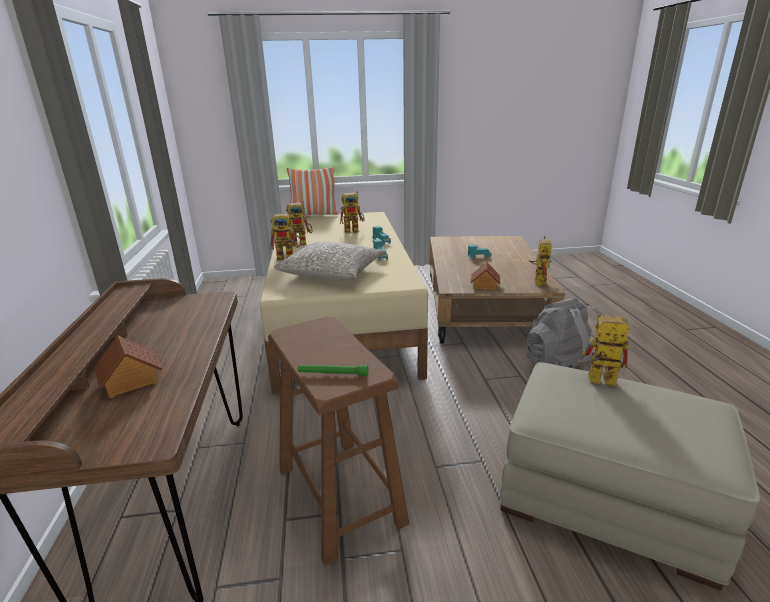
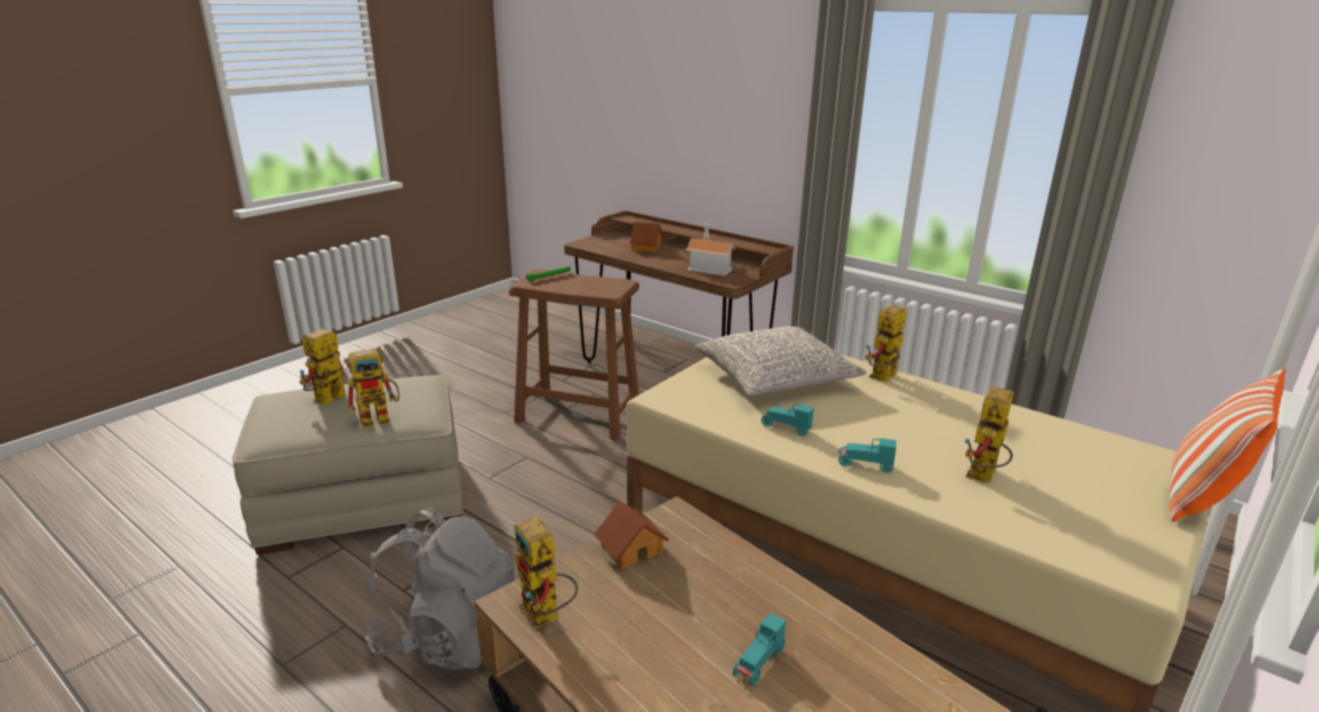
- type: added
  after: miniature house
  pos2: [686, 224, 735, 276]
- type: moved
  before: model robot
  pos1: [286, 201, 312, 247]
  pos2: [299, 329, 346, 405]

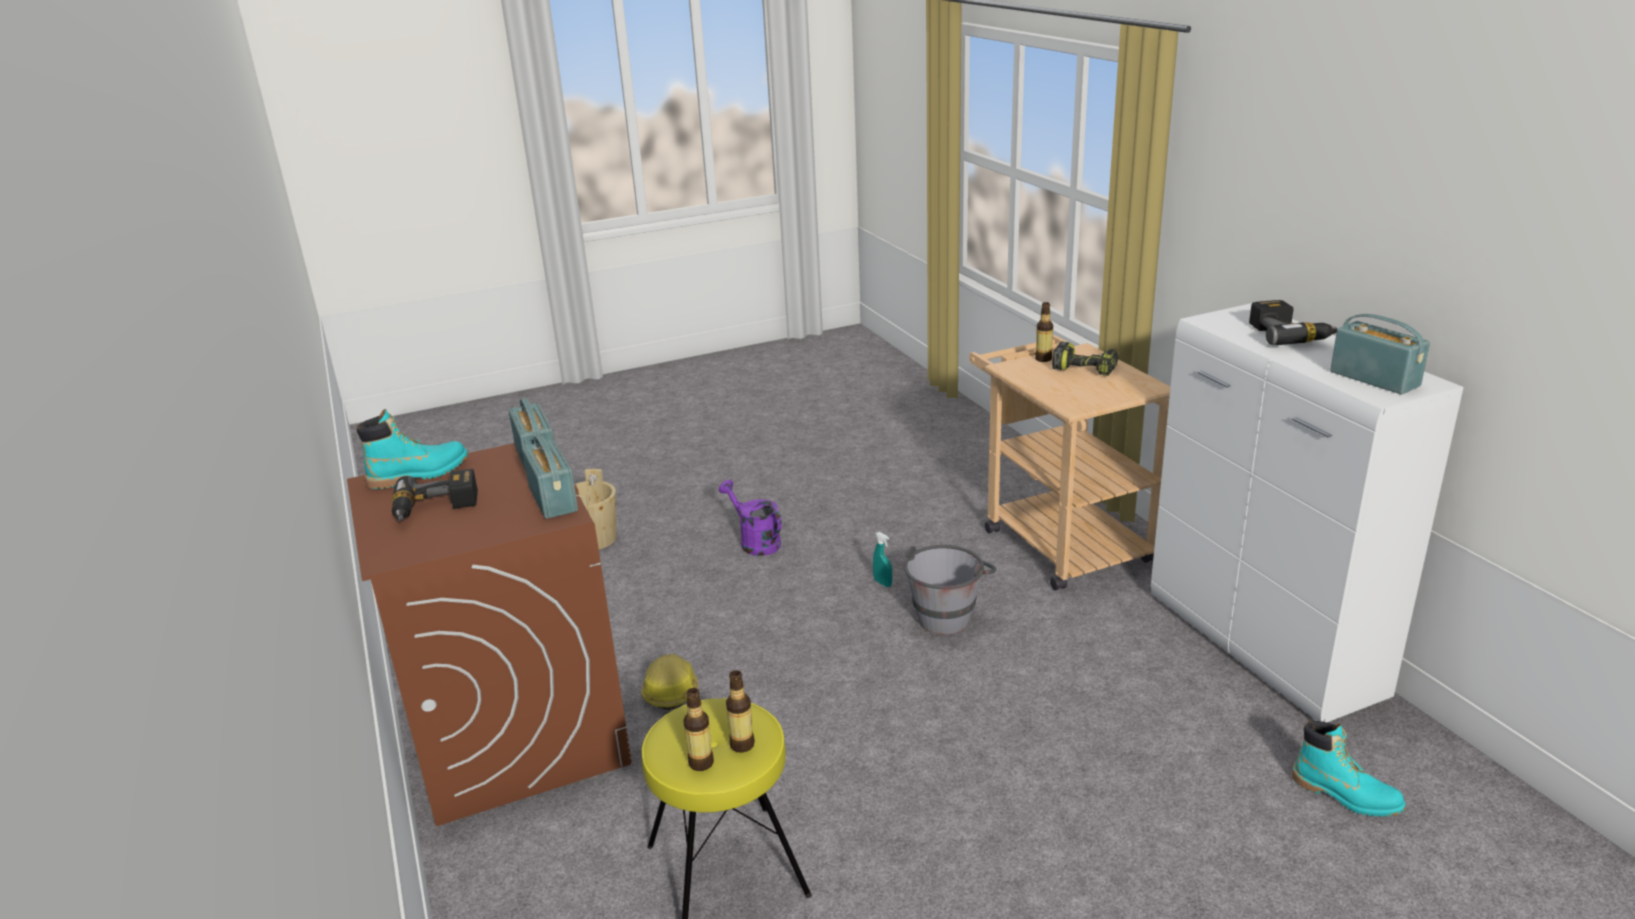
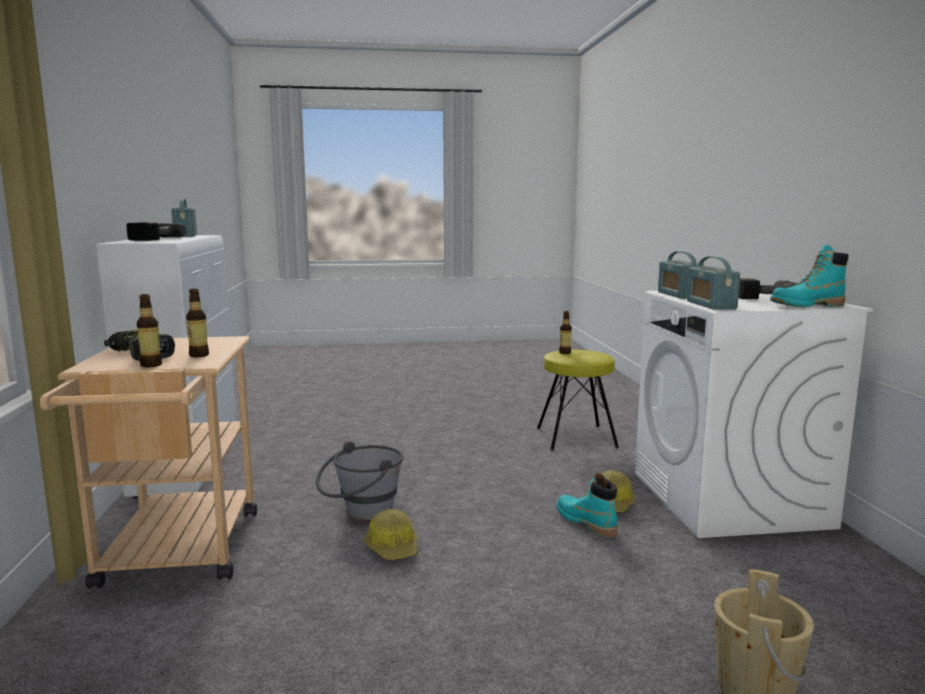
- type: removed
  before: watering pot in purple
  pos1: [719, 480, 782, 556]
- type: moved
  before: bottle
  pos1: [683, 688, 714, 771]
  pos2: [186, 289, 209, 357]
- type: moved
  before: boot in turquoise-coloured
  pos1: [1292, 721, 1405, 817]
  pos2: [556, 473, 618, 537]
- type: replaced
  before: hand sprayer in turquoise-coloured
  after: work helmet
  pos1: [873, 532, 892, 587]
  pos2: [364, 509, 418, 560]
- type: recoloured
  before: laundry machine in brown-coloured
  after: laundry machine in whitish
  pos1: [347, 443, 632, 826]
  pos2: [635, 291, 873, 538]

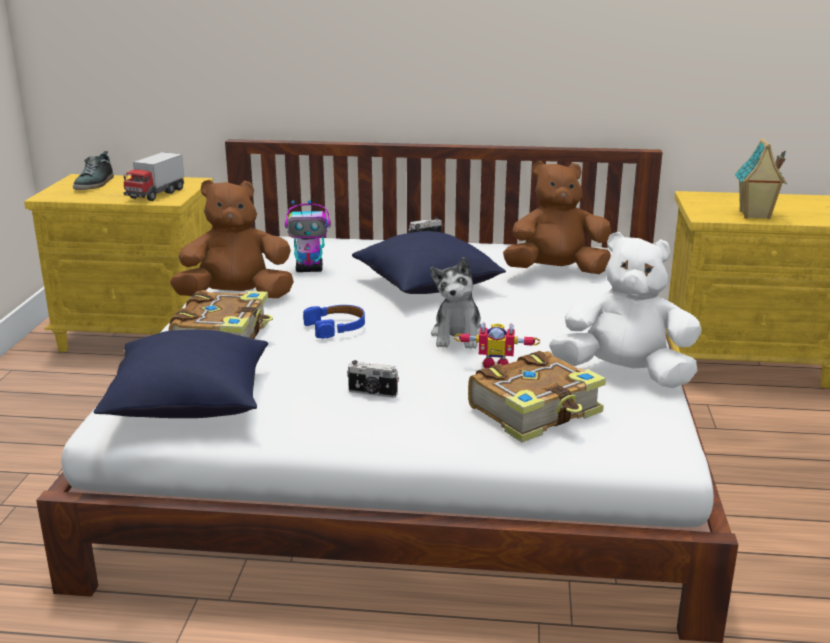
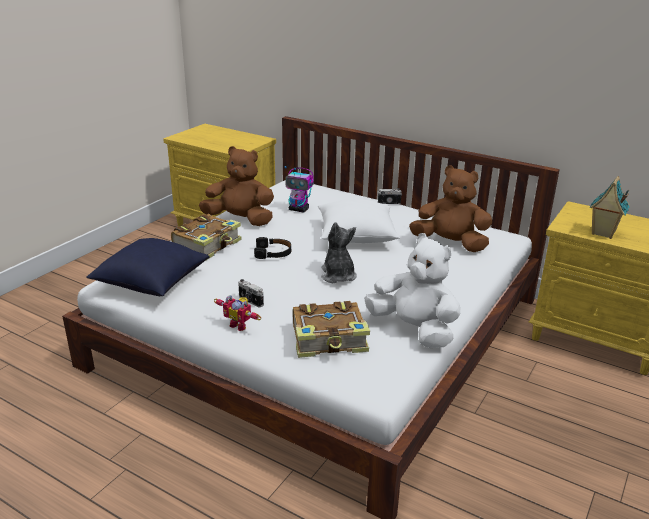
- type: removed
  before: low shoe
  pos1: [73, 151, 114, 190]
- type: removed
  before: toy lorry
  pos1: [124, 152, 184, 201]
- type: moved
  before: model robot
  pos1: [454, 322, 540, 368]
  pos2: [214, 295, 261, 331]
- type: recoloured
  before: headphones in bluish
  after: headphones in blackish
  pos1: [303, 305, 365, 339]
  pos2: [254, 237, 291, 259]
- type: recoloured
  before: pillow in bluish
  after: pillow in whitish
  pos1: [352, 231, 506, 294]
  pos2: [318, 199, 400, 243]
- type: turned
  before: soft toy
  pos1: [430, 257, 481, 349]
  pos2: [321, 222, 357, 283]
  turn: 135

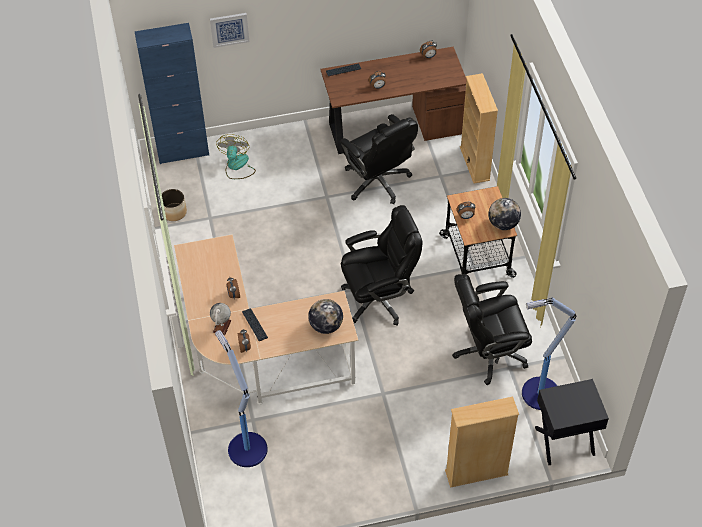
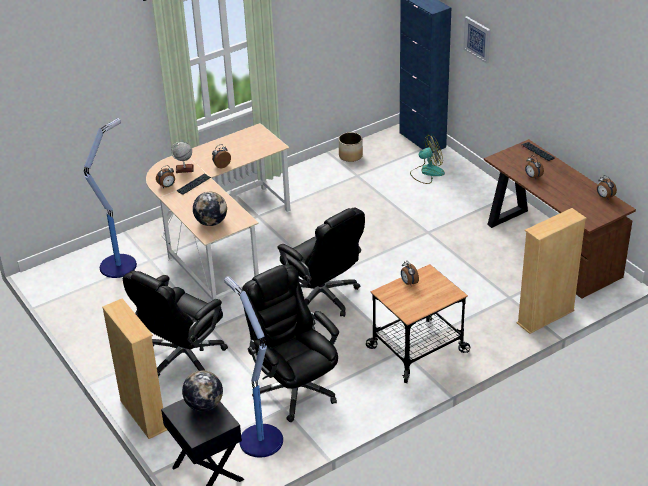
- type: moved
  before: computer chair in blackish
  pos1: [340, 114, 418, 204]
  pos2: [123, 270, 228, 377]
- type: moved
  before: desk globe
  pos1: [488, 198, 521, 230]
  pos2: [182, 370, 223, 411]

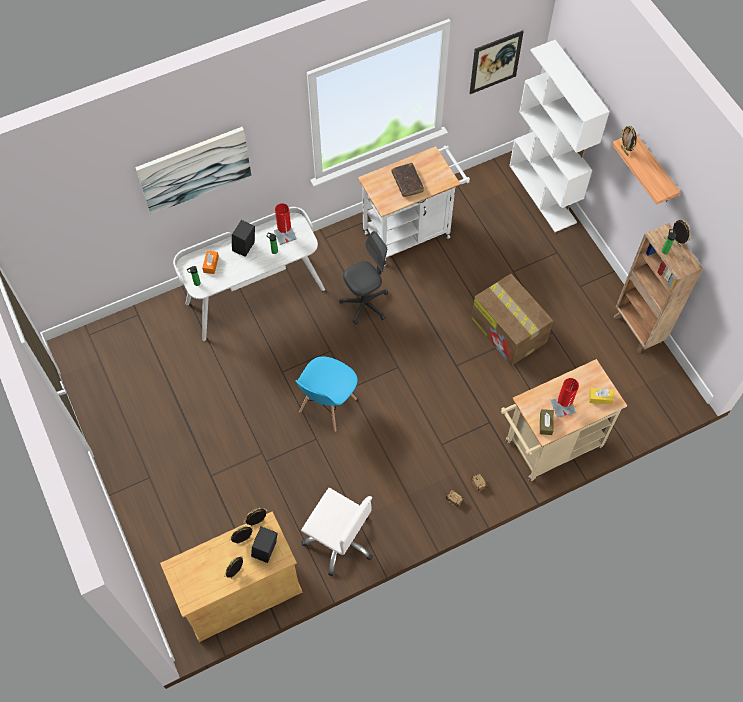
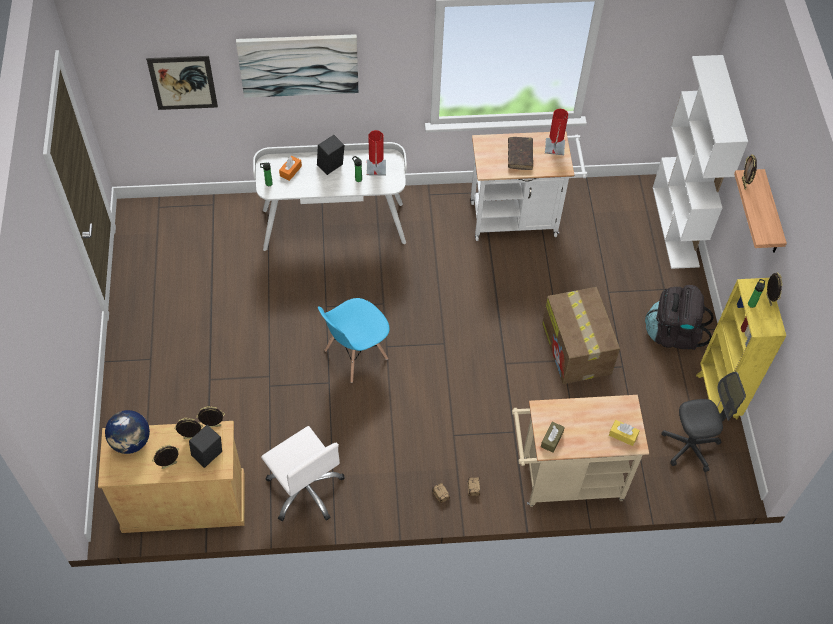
- type: added
  after: desk globe
  pos2: [105, 410, 150, 454]
- type: added
  after: rucksack in blackish
  pos2: [645, 285, 713, 350]
- type: moved
  before: computer chair in grey
  pos1: [339, 231, 388, 325]
  pos2: [661, 372, 746, 472]
- type: moved
  before: wall picture
  pos1: [469, 30, 524, 94]
  pos2: [146, 56, 218, 110]
- type: moved
  before: tabletop lamp in red
  pos1: [550, 378, 579, 418]
  pos2: [545, 109, 568, 155]
- type: recoloured
  before: bookshelf in brown-coloured
  after: bookshelf in yellow
  pos1: [614, 223, 703, 353]
  pos2: [696, 278, 786, 419]

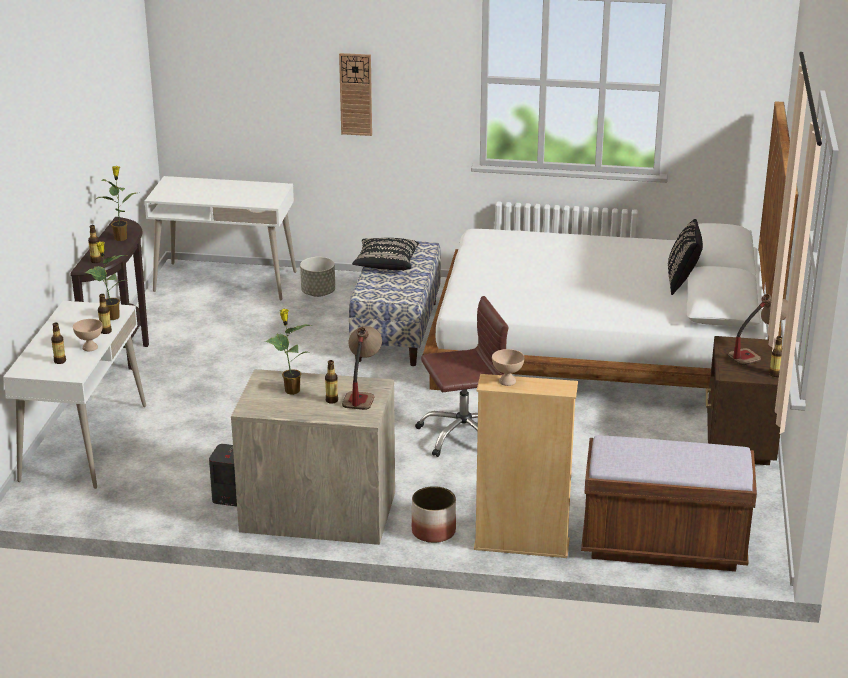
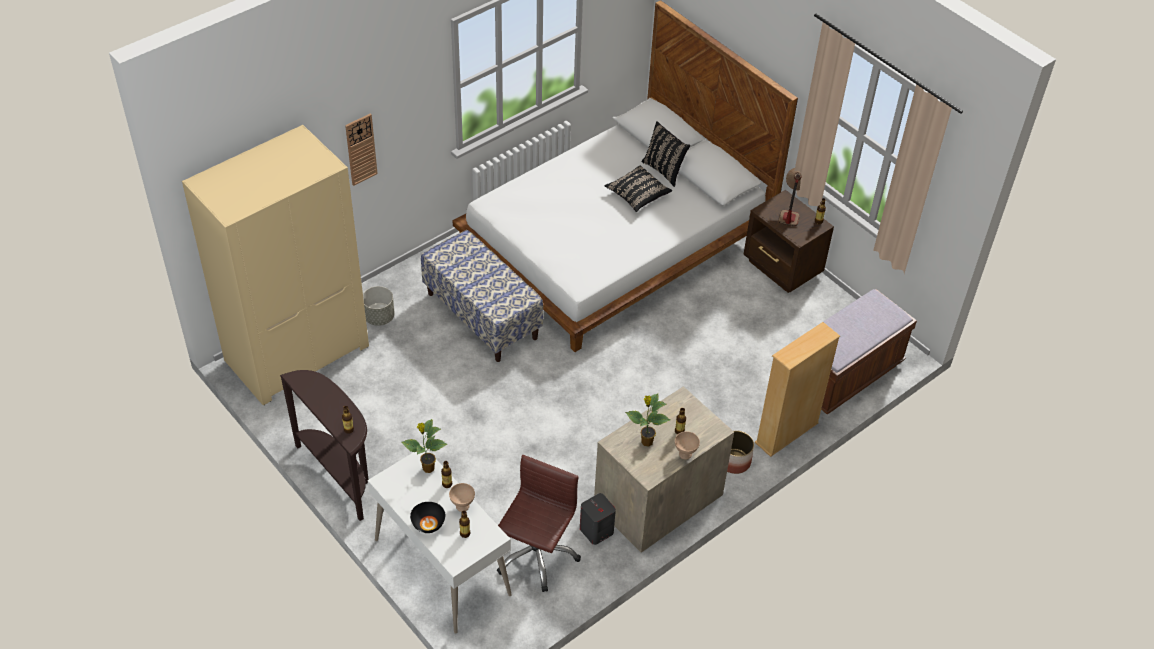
- type: removed
  before: houseplant
  pos1: [96, 166, 140, 241]
- type: removed
  before: tabletop lamp
  pos1: [342, 326, 382, 410]
- type: added
  after: serving bowl in blackish
  pos2: [410, 502, 445, 533]
- type: moved
  before: pillow in blackish
  pos1: [352, 238, 419, 271]
  pos2: [604, 165, 672, 212]
- type: moved
  before: computer chair in brown-coloured
  pos1: [415, 296, 509, 457]
  pos2: [497, 455, 581, 592]
- type: moved
  before: serving bowl in sand-coloured
  pos1: [492, 349, 525, 386]
  pos2: [675, 431, 700, 460]
- type: replaced
  before: desk table in whitish
  after: clothes cupboard in sand-coloured
  pos1: [145, 176, 296, 300]
  pos2: [182, 125, 369, 405]

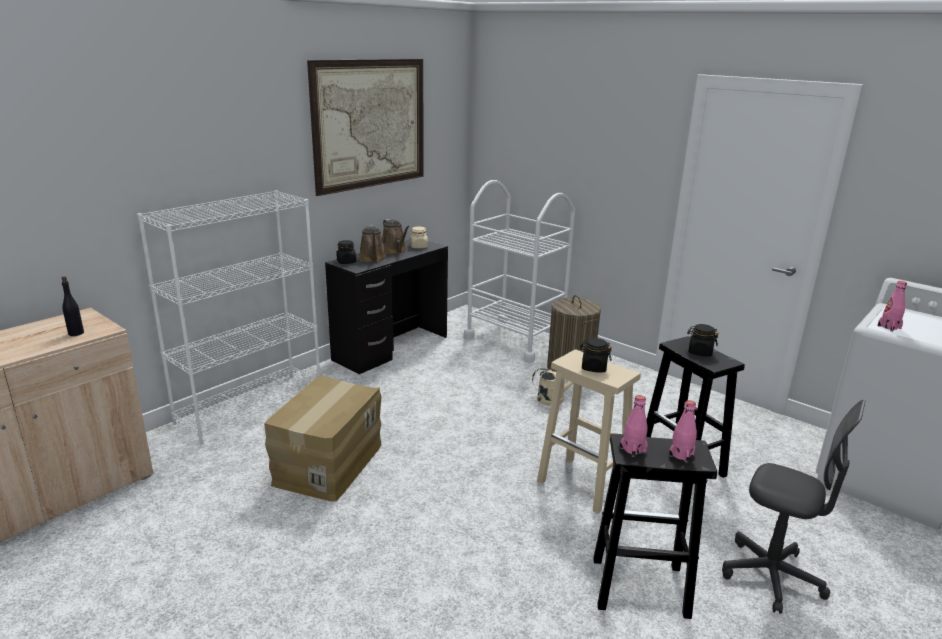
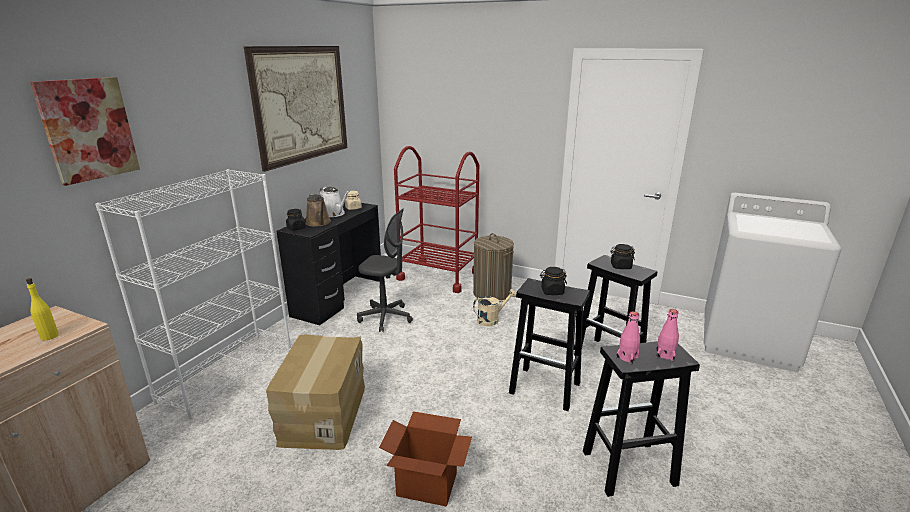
- type: removed
  before: bottle in pink-coloured
  pos1: [877, 281, 907, 331]
- type: added
  after: wall picture
  pos2: [30, 77, 140, 186]
- type: added
  after: carton
  pos2: [379, 411, 472, 507]
- type: moved
  before: computer chair in grey
  pos1: [722, 400, 865, 614]
  pos2: [357, 208, 413, 332]
- type: recoloured
  before: bottle in blackish
  after: bottle in yellow
  pos1: [62, 276, 84, 336]
  pos2: [26, 278, 59, 340]
- type: recoloured
  before: watering pot in brown-coloured
  after: watering pot in whitish
  pos1: [382, 219, 410, 254]
  pos2: [320, 187, 350, 217]
- type: recoloured
  before: wheeled cart in whitish
  after: wheeled cart in red
  pos1: [464, 180, 575, 363]
  pos2: [394, 146, 479, 293]
- type: recoloured
  before: stool seat in sand-coloured
  after: stool seat in blackish
  pos1: [537, 350, 641, 514]
  pos2: [509, 278, 590, 411]

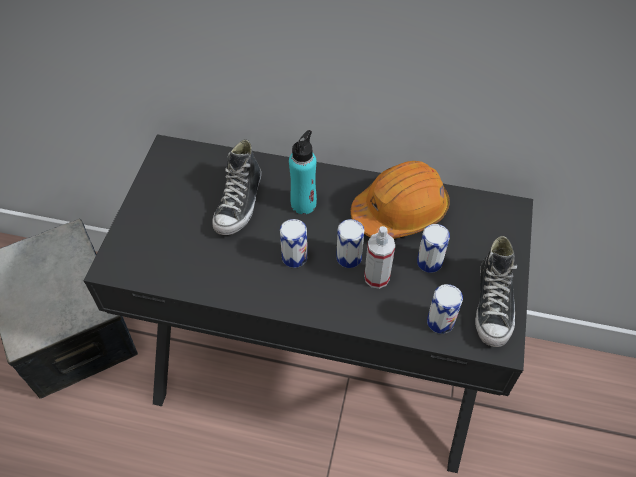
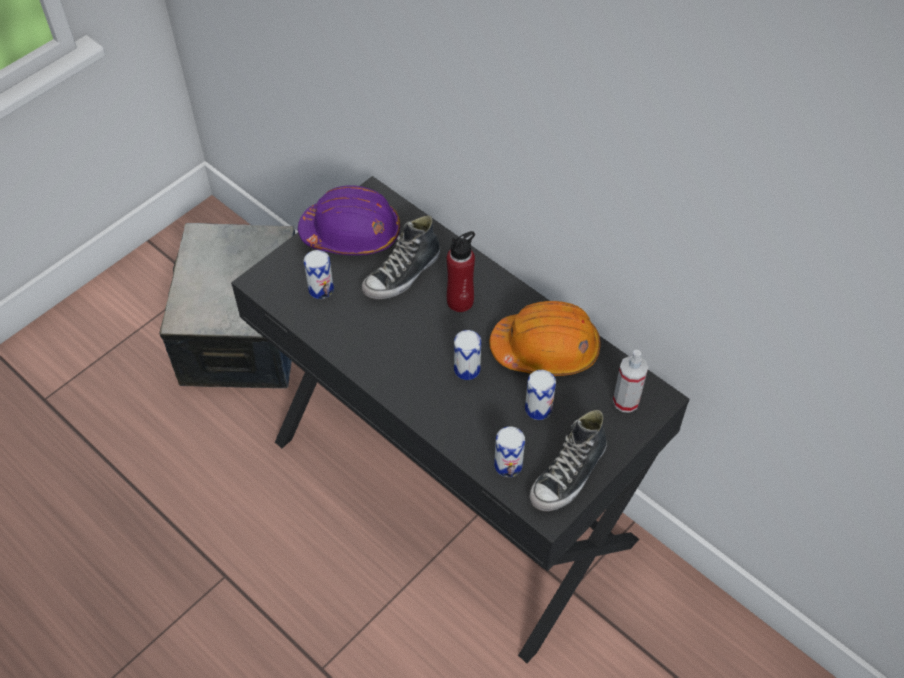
- type: added
  after: work helmet in purple
  pos2: [298, 185, 400, 255]
- type: moved
  before: metal can
  pos1: [280, 219, 307, 268]
  pos2: [304, 250, 334, 299]
- type: moved
  before: hand sprayer
  pos1: [364, 226, 395, 289]
  pos2: [613, 350, 648, 413]
- type: recoloured
  before: bottle in turquoise-coloured
  after: bottle in red
  pos1: [289, 130, 317, 214]
  pos2: [447, 231, 475, 312]

